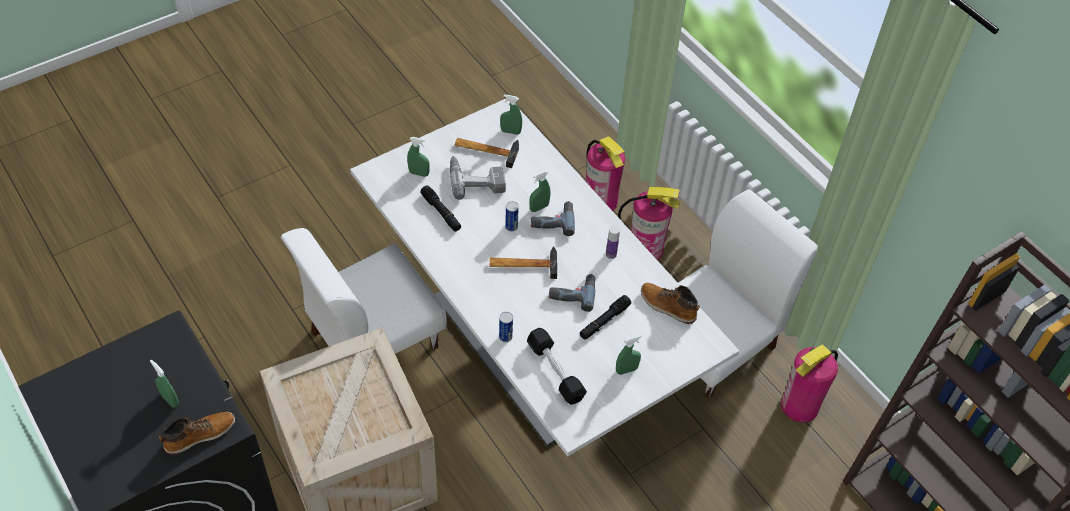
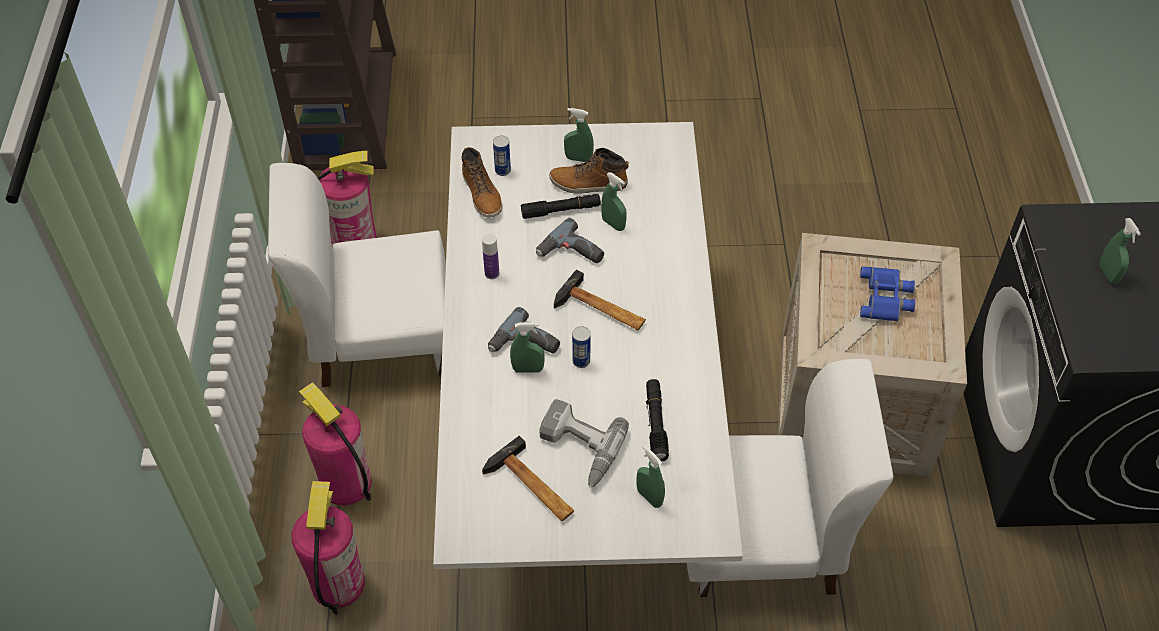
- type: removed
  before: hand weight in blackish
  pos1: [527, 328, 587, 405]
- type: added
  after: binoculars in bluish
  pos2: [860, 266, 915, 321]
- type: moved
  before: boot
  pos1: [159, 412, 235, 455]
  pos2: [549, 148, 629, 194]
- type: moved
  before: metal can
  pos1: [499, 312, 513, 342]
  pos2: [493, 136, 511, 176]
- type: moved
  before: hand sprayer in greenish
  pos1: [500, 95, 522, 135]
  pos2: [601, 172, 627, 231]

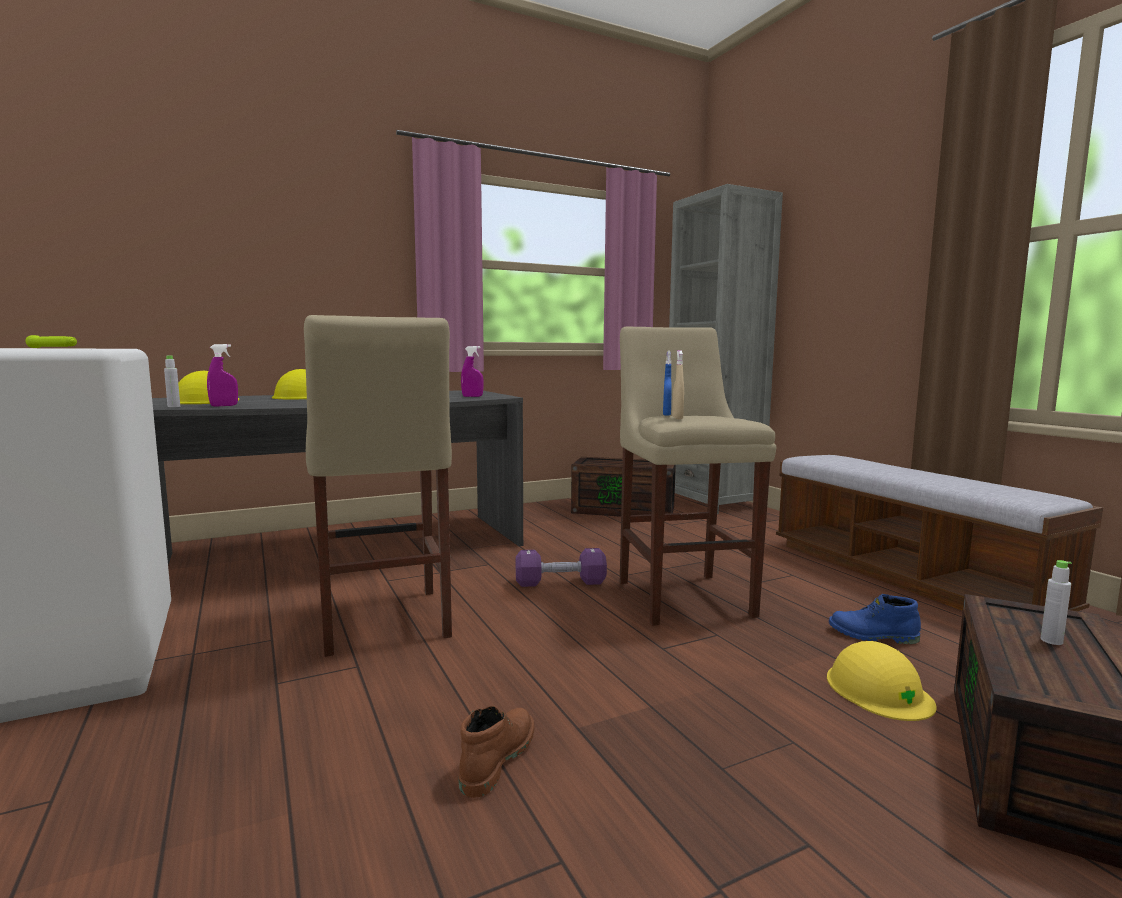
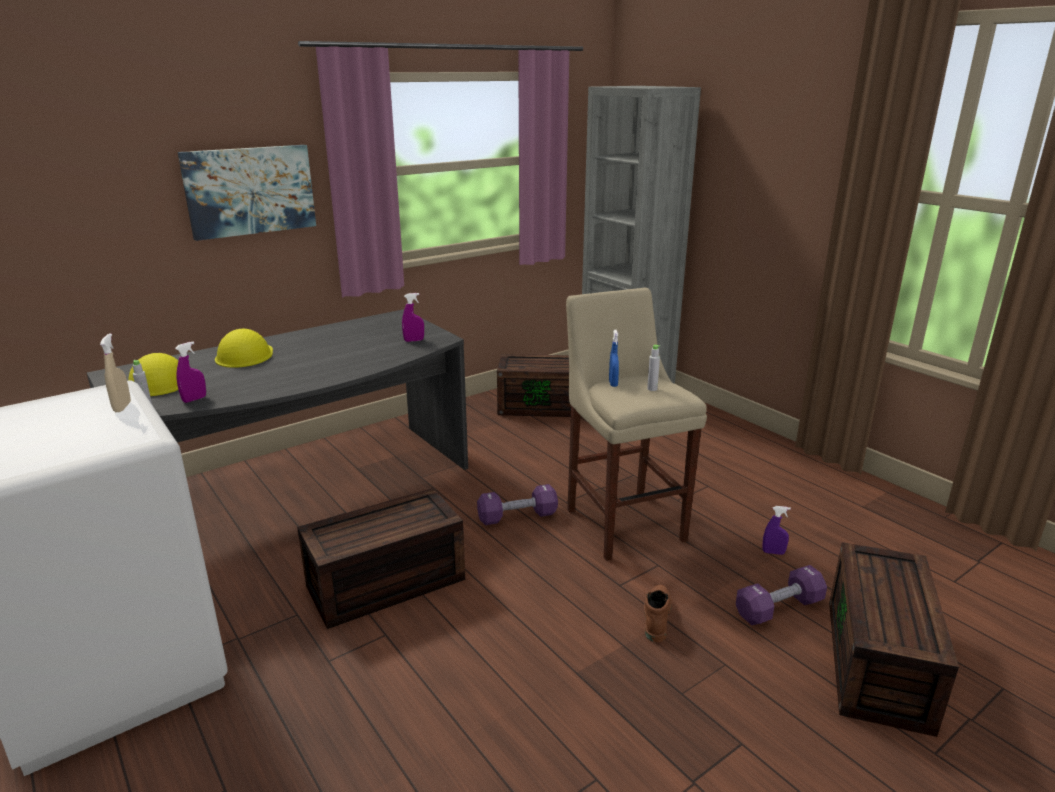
- type: removed
  before: flashlight in greenish
  pos1: [25, 335, 77, 348]
- type: removed
  before: indoor bench
  pos1: [776, 455, 1103, 611]
- type: added
  after: wall picture
  pos2: [178, 145, 316, 241]
- type: moved
  before: boot in brown-coloured
  pos1: [459, 705, 534, 798]
  pos2: [644, 585, 672, 642]
- type: moved
  before: hand sprayer in sand-coloured
  pos1: [672, 350, 684, 419]
  pos2: [100, 333, 131, 412]
- type: moved
  before: bottle in grey
  pos1: [1041, 560, 1072, 645]
  pos2: [647, 345, 660, 391]
- type: replaced
  before: stool seat in sand-coloured
  after: storage bin in brown-coloured
  pos1: [304, 315, 452, 657]
  pos2: [297, 488, 465, 629]
- type: replaced
  before: work helmet in yellow
  after: hand weight in purple
  pos1: [827, 641, 937, 721]
  pos2: [736, 565, 827, 625]
- type: replaced
  before: boot in bluish
  after: hand sprayer in purple
  pos1: [829, 594, 921, 644]
  pos2: [763, 506, 791, 555]

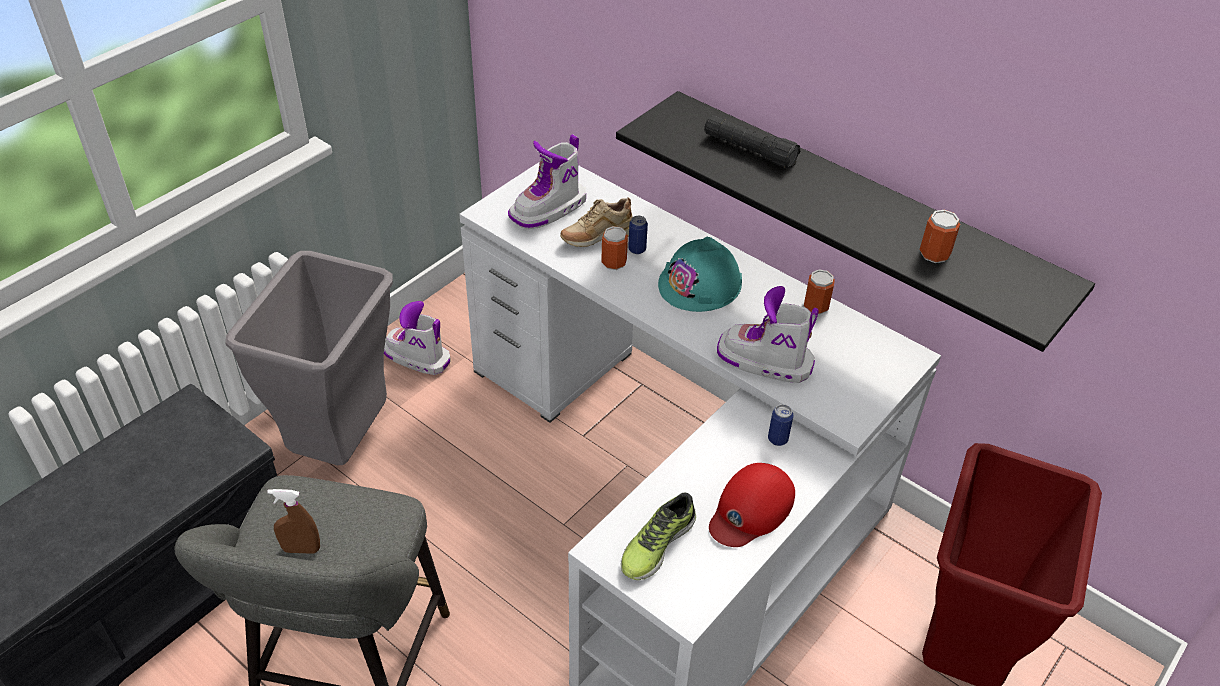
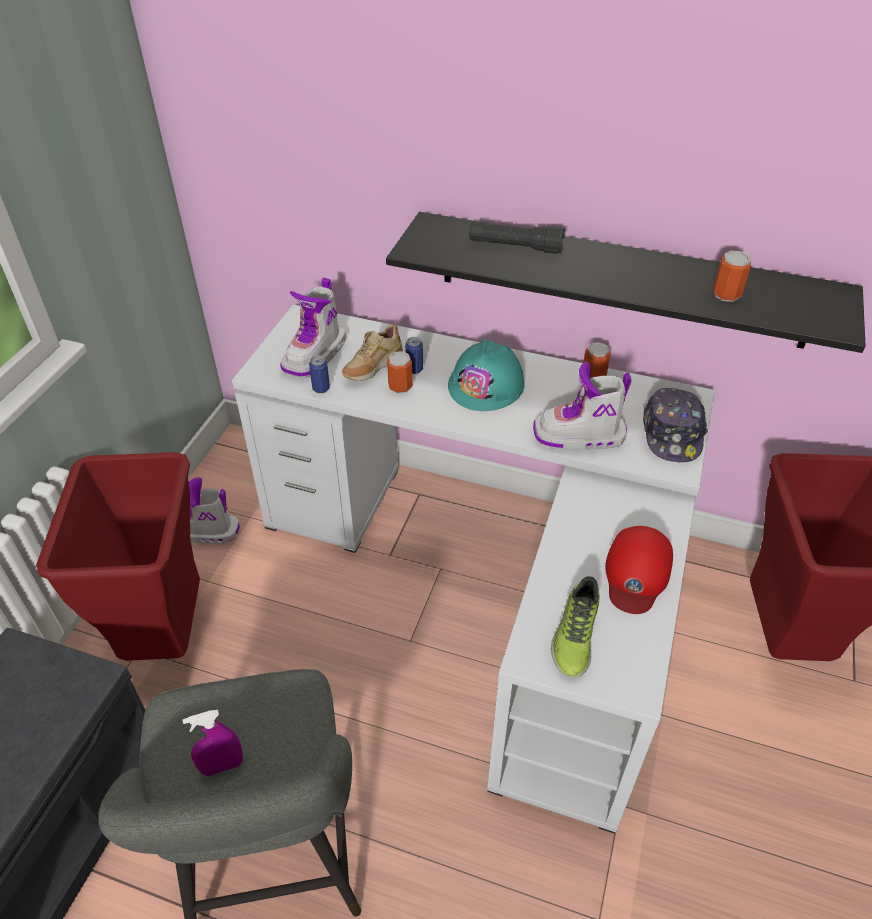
- type: added
  after: baseball cap
  pos2: [643, 388, 708, 462]
- type: moved
  before: metal can
  pos1: [768, 404, 793, 446]
  pos2: [309, 355, 330, 393]
- type: recoloured
  before: trash can in grey
  after: trash can in red
  pos1: [225, 251, 393, 465]
  pos2: [36, 452, 200, 661]
- type: recoloured
  before: hand sprayer in brown-coloured
  after: hand sprayer in purple
  pos1: [267, 489, 320, 554]
  pos2: [182, 710, 243, 776]

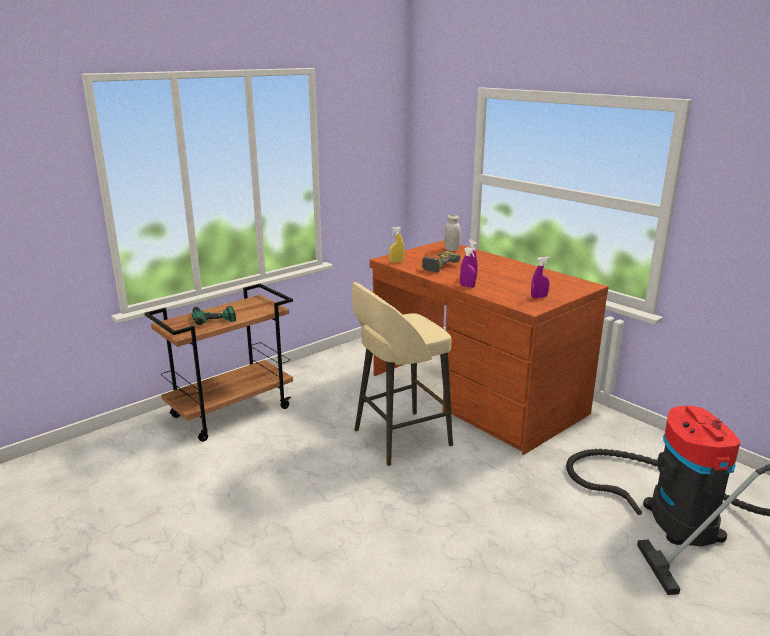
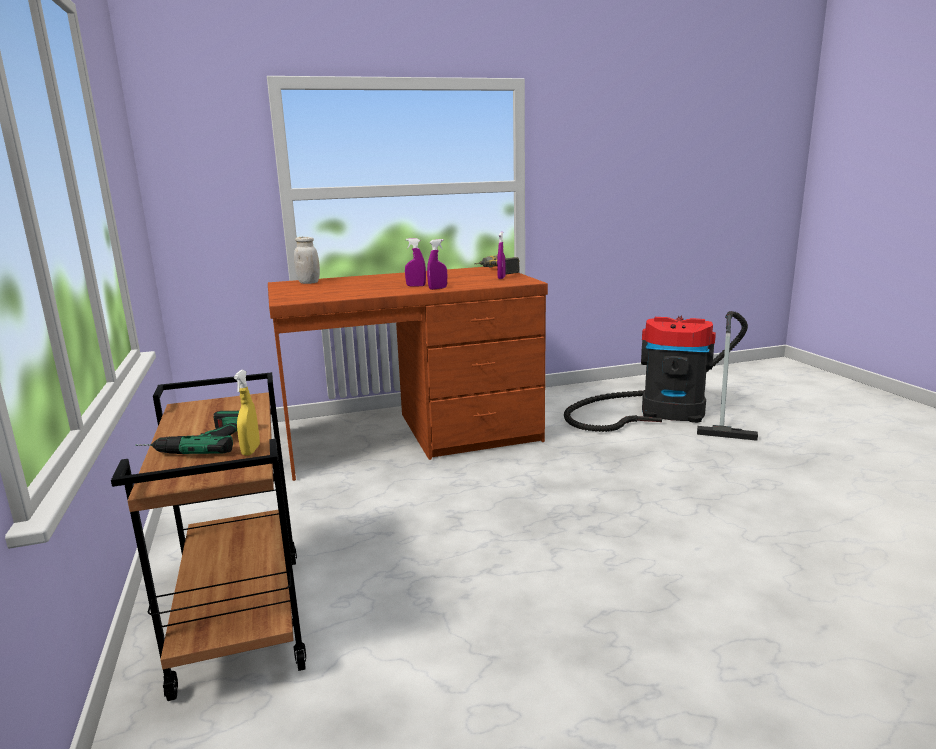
- type: removed
  before: stool seat in sand-coloured
  pos1: [352, 282, 453, 466]
- type: moved
  before: hand sprayer in yellow
  pos1: [389, 227, 404, 263]
  pos2: [234, 370, 260, 456]
- type: moved
  before: power drill
  pos1: [422, 251, 461, 273]
  pos2: [474, 255, 520, 275]

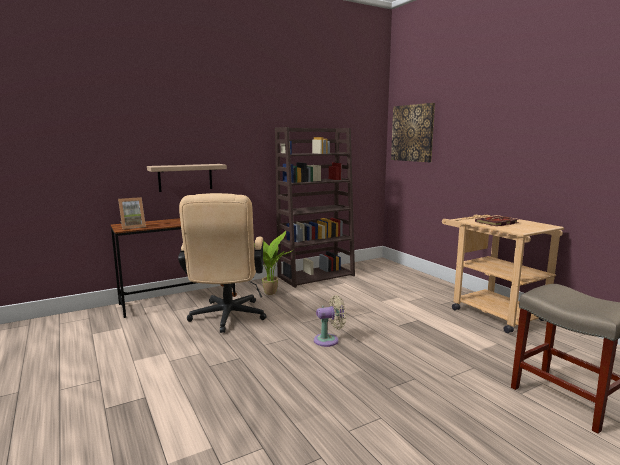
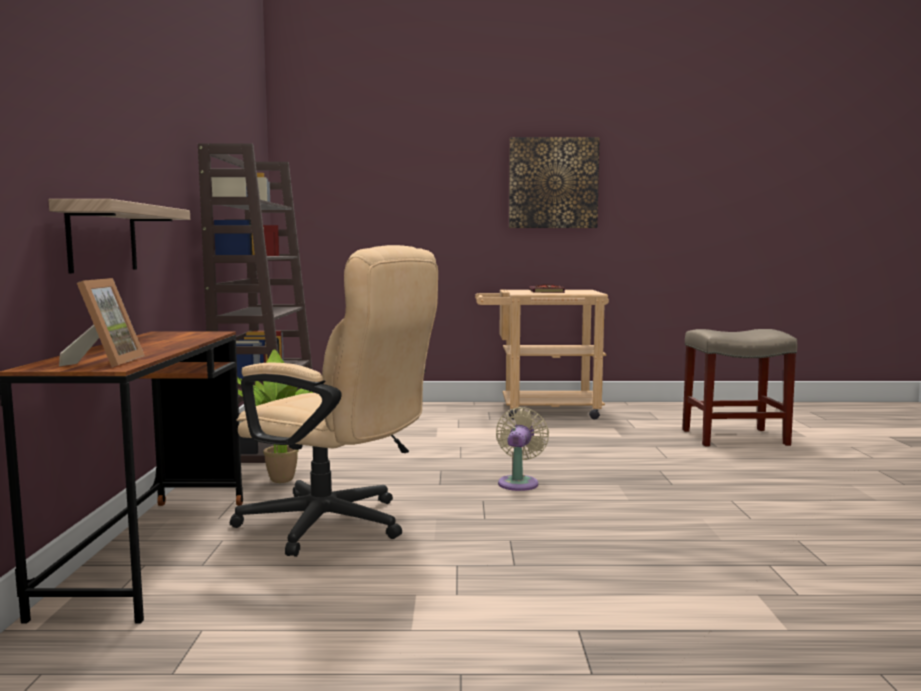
- type: moved
  before: wall picture
  pos1: [391, 103, 435, 162]
  pos2: [509, 137, 600, 228]

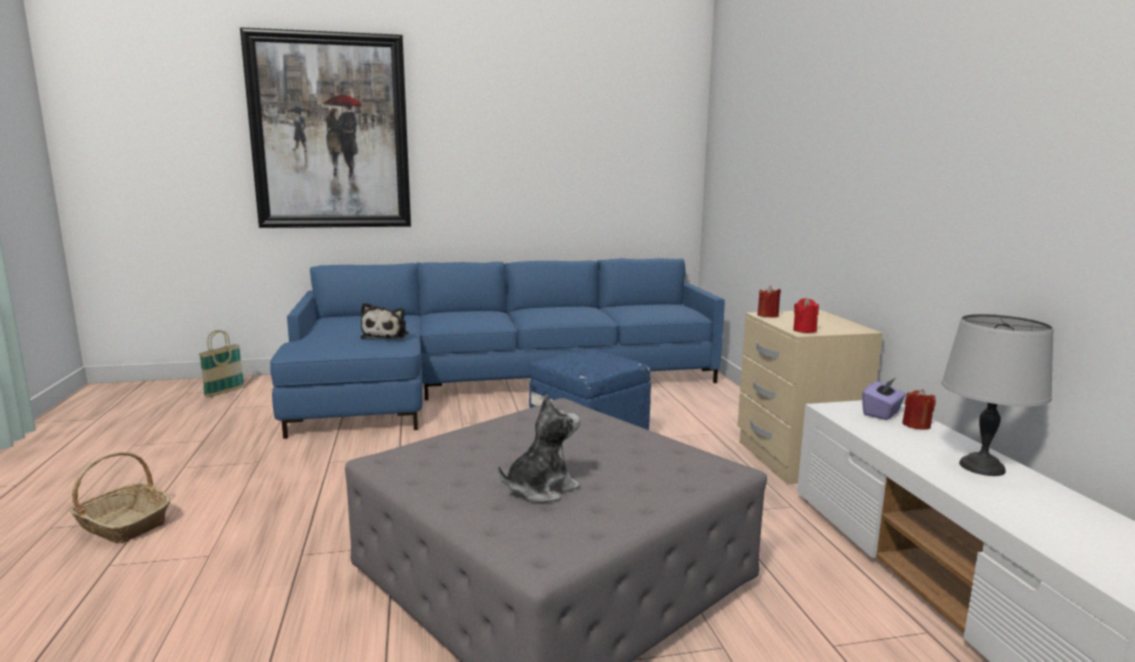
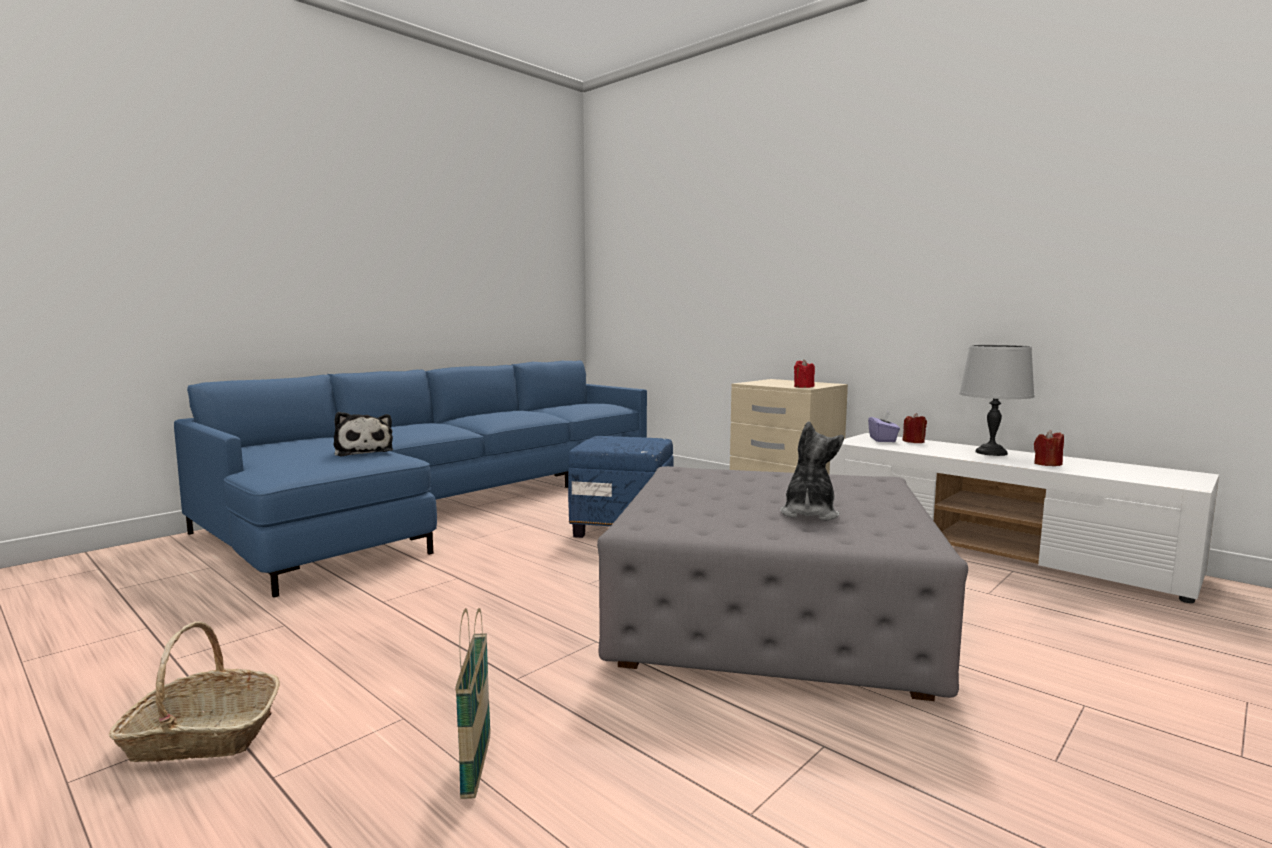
- type: removed
  before: wall picture
  pos1: [240, 27, 411, 228]
- type: moved
  before: household basket
  pos1: [199, 330, 245, 397]
  pos2: [455, 608, 491, 799]
- type: moved
  before: wax light in red
  pos1: [757, 286, 781, 318]
  pos2: [1034, 430, 1064, 466]

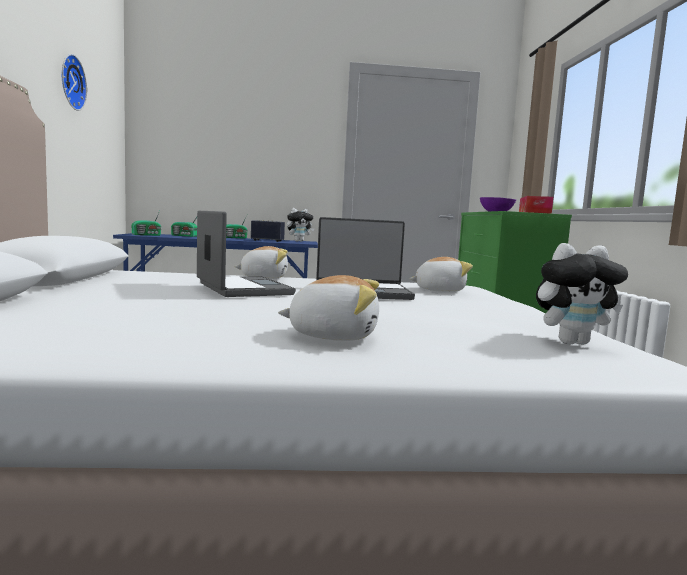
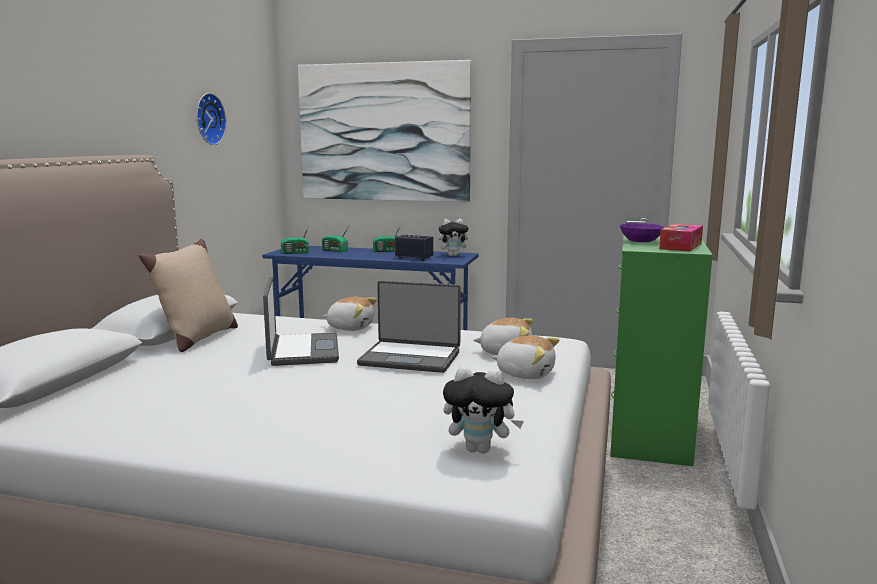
- type: added
  after: pillow in sand-coloured
  pos2: [138, 239, 238, 352]
- type: added
  after: wall picture
  pos2: [298, 60, 471, 202]
- type: moved
  before: soft toy
  pos1: [278, 275, 379, 341]
  pos2: [492, 336, 560, 379]

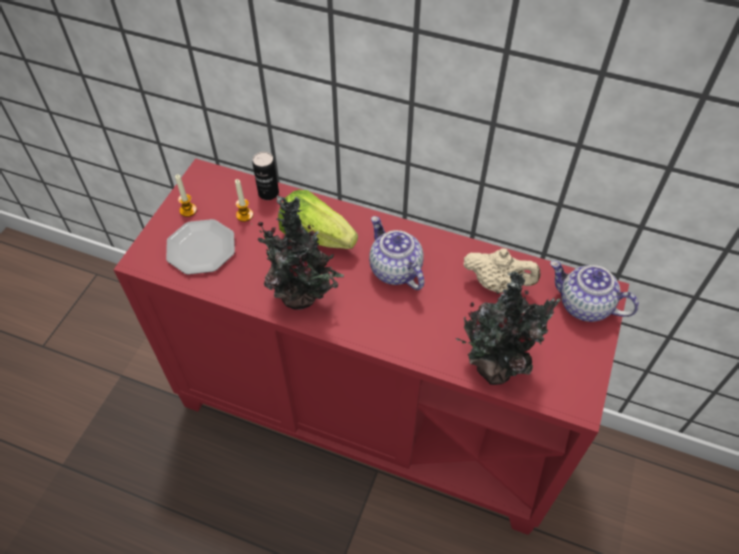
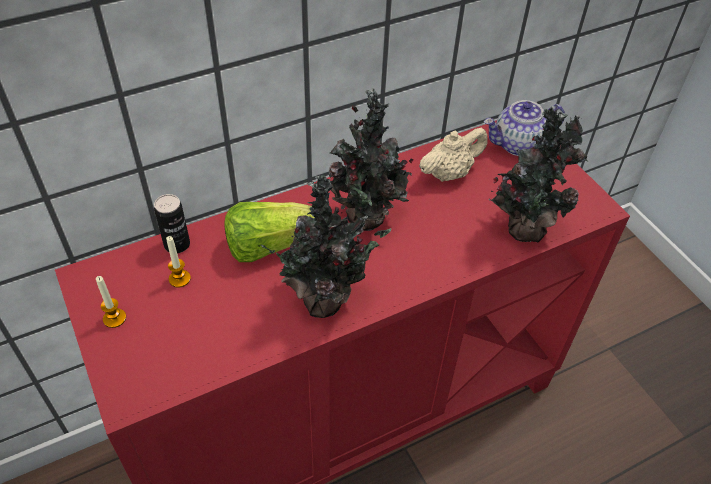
- type: removed
  before: dinner plate
  pos1: [166, 219, 235, 275]
- type: replaced
  before: pot for tea
  after: houseplant
  pos1: [369, 216, 424, 290]
  pos2: [329, 88, 414, 231]

